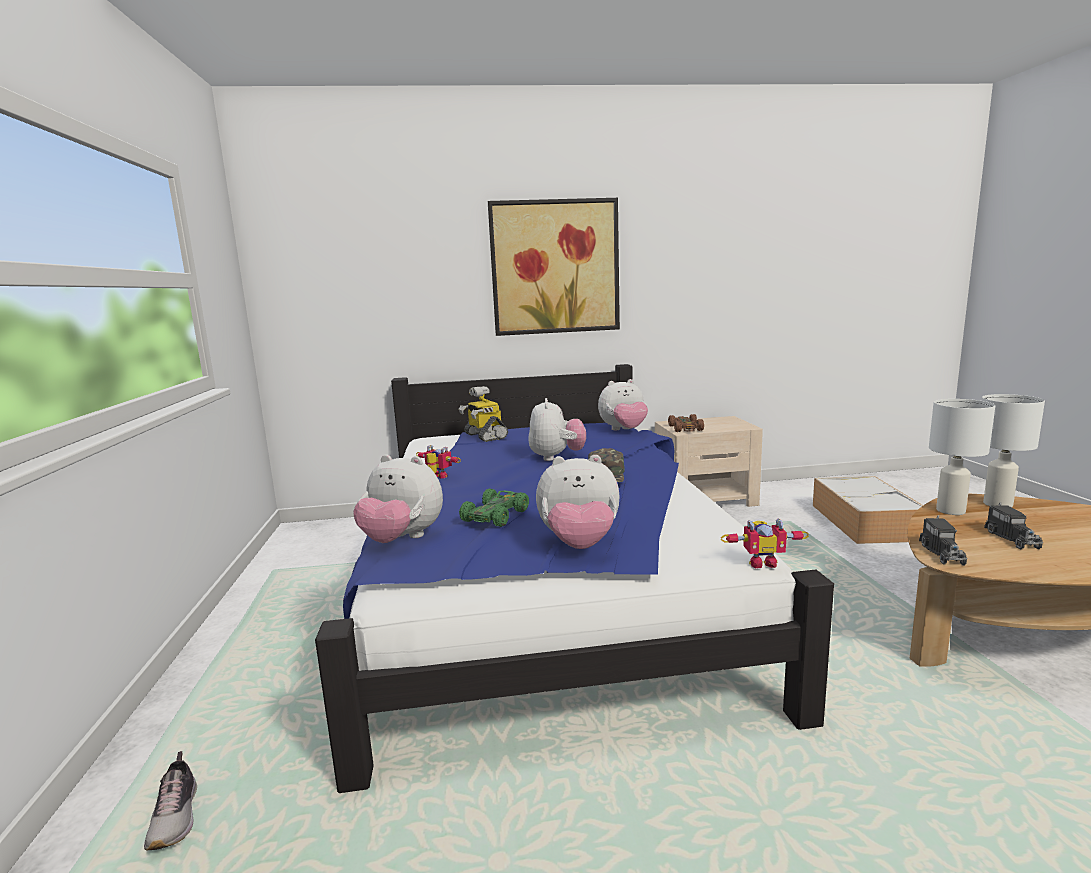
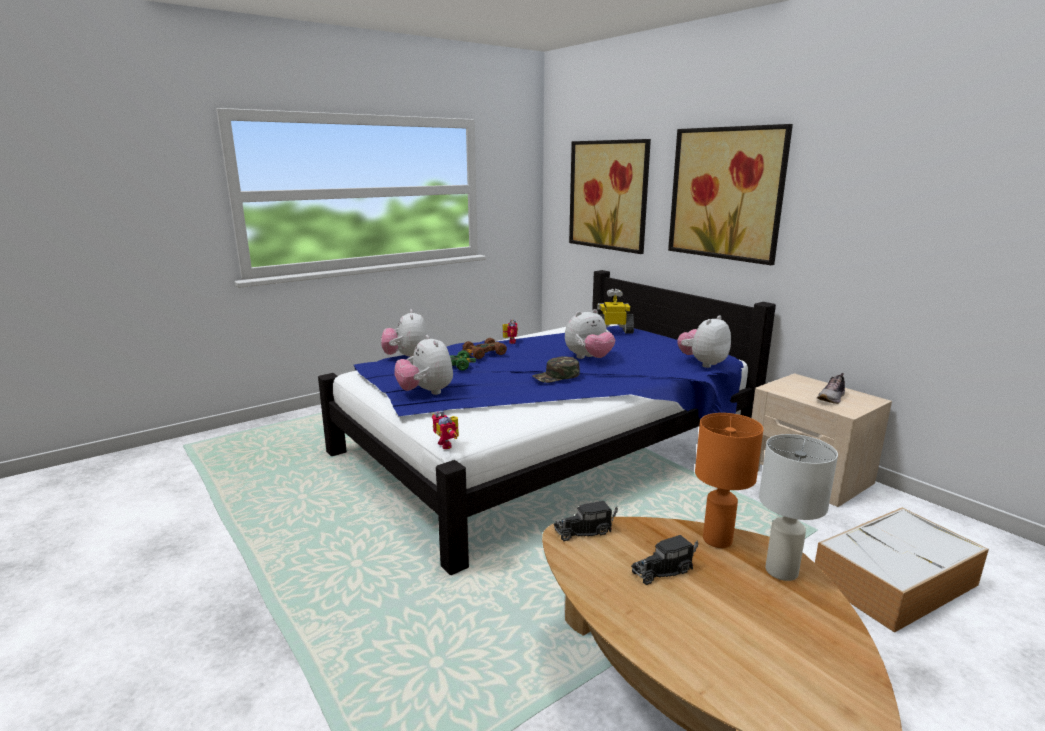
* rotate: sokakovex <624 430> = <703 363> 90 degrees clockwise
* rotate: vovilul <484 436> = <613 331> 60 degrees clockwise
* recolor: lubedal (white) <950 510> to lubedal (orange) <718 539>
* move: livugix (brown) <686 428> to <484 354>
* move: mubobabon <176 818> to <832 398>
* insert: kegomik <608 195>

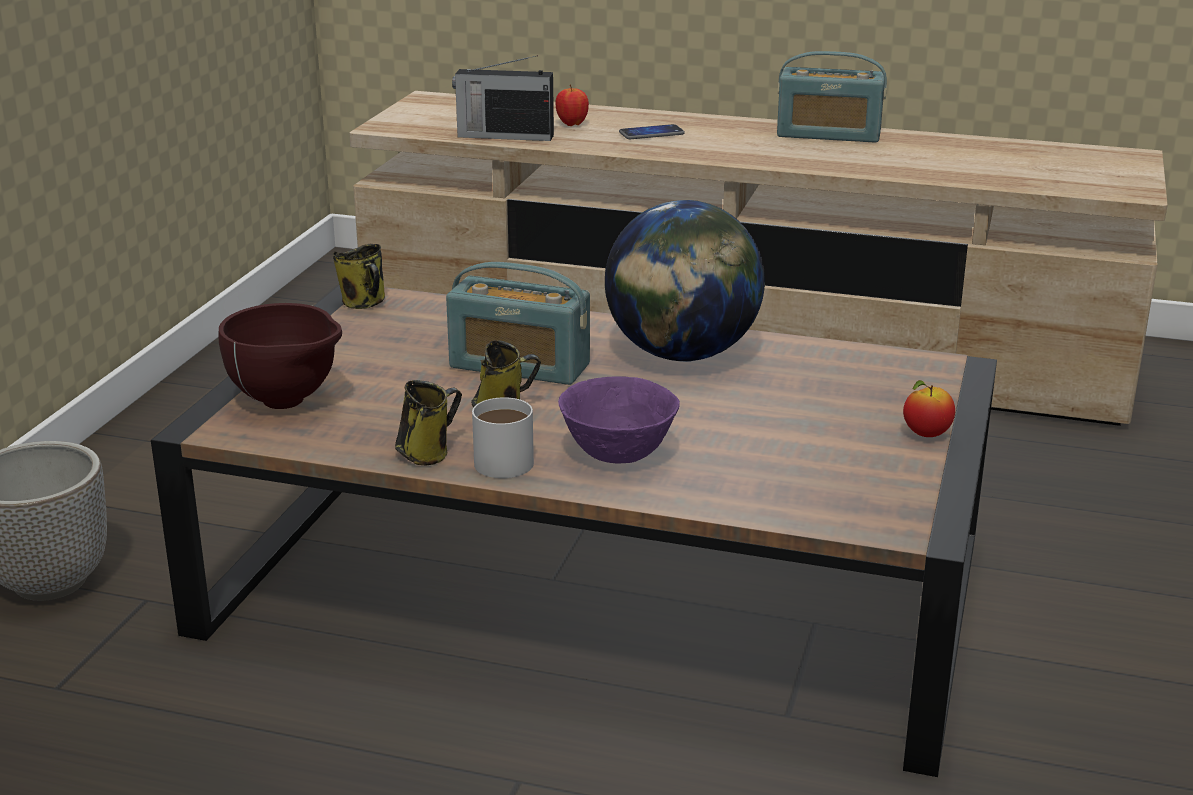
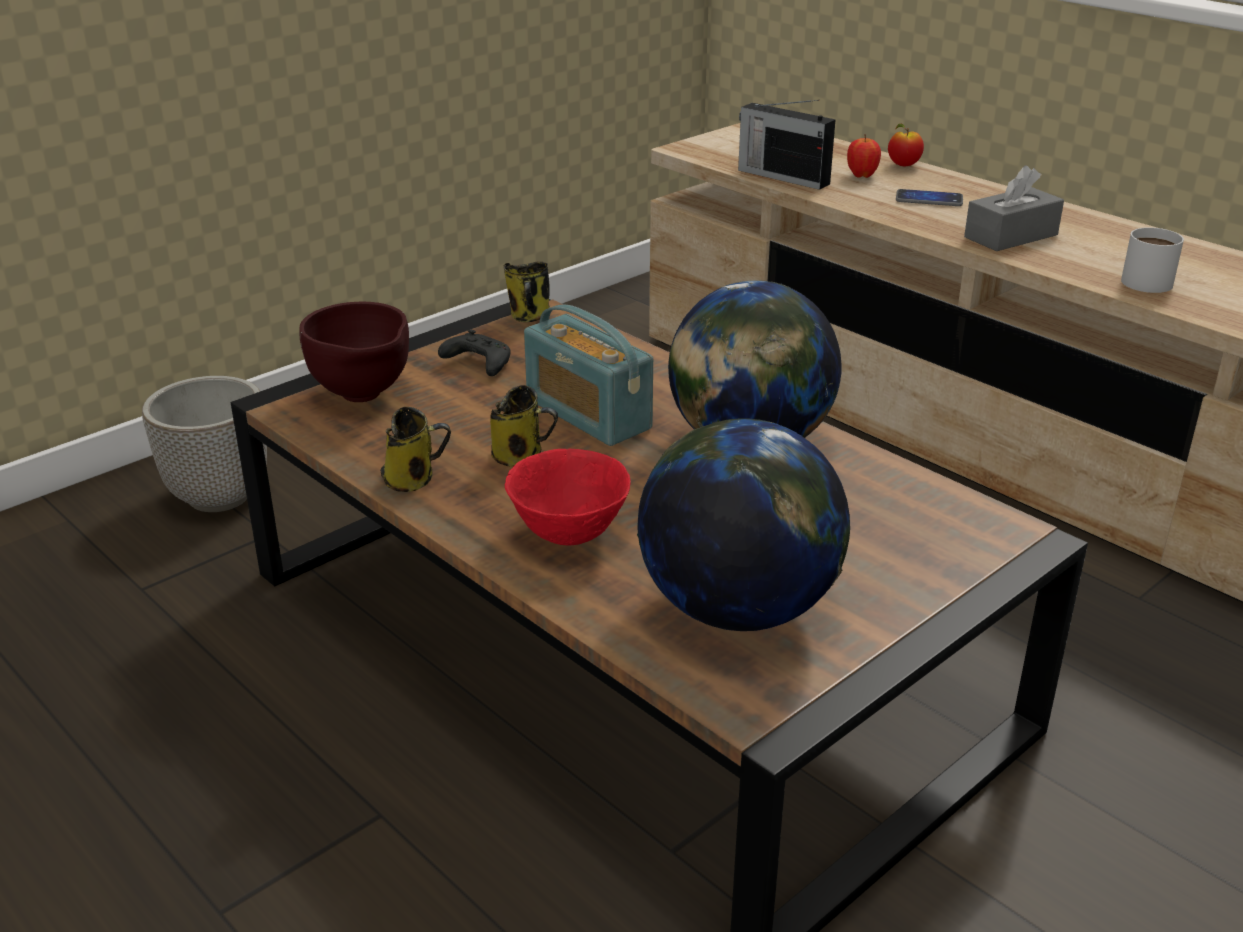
* delete: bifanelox <828 134>
* recolor: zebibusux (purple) <618 455> to zebibusux (red) <569 533>
* move: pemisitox <926 434> to <903 165>
* move: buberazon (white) <503 457> to <1148 279>
* insert: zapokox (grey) <1011 236>
* insert: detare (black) <477 364>
* insert: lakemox <738 610>

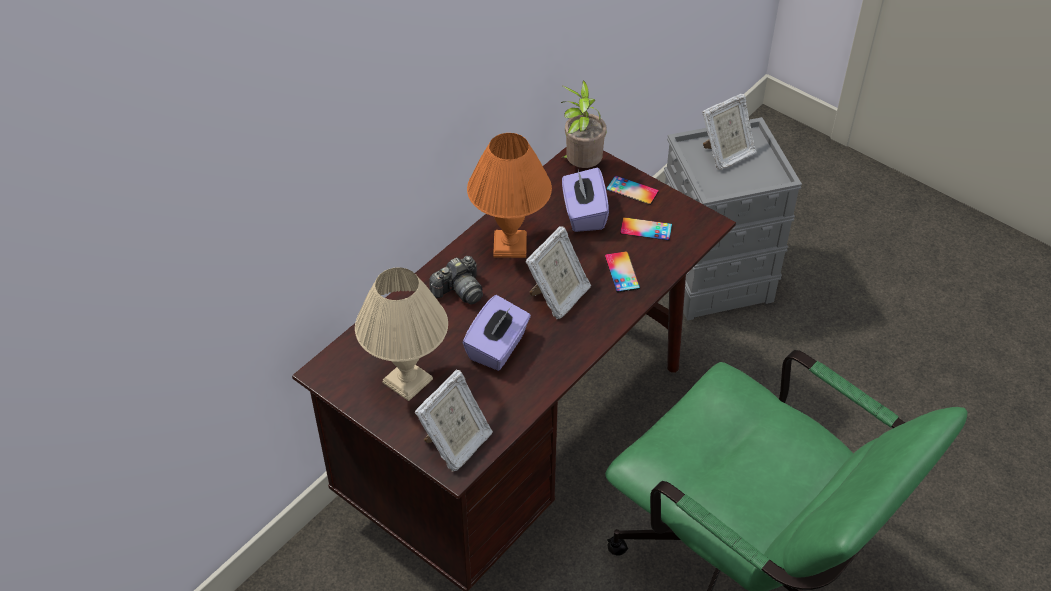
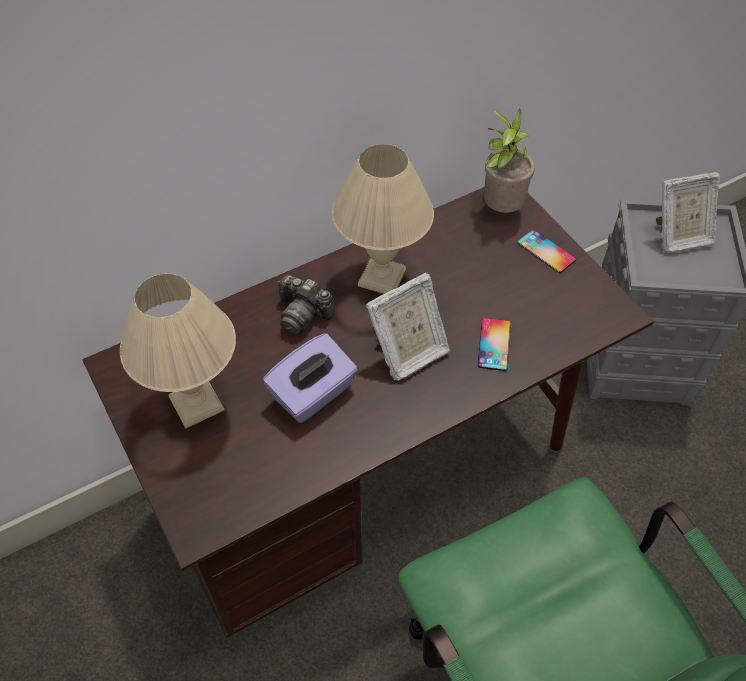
* recolor: lubedal (orange) <509 244> to lubedal (beige) <381 276>
* delete: zapokox (purple) <583 214>
* delete: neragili <646 229>
* rotate: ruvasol <459 291> = <303 314> 45 degrees clockwise
* delete: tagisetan <456 444>

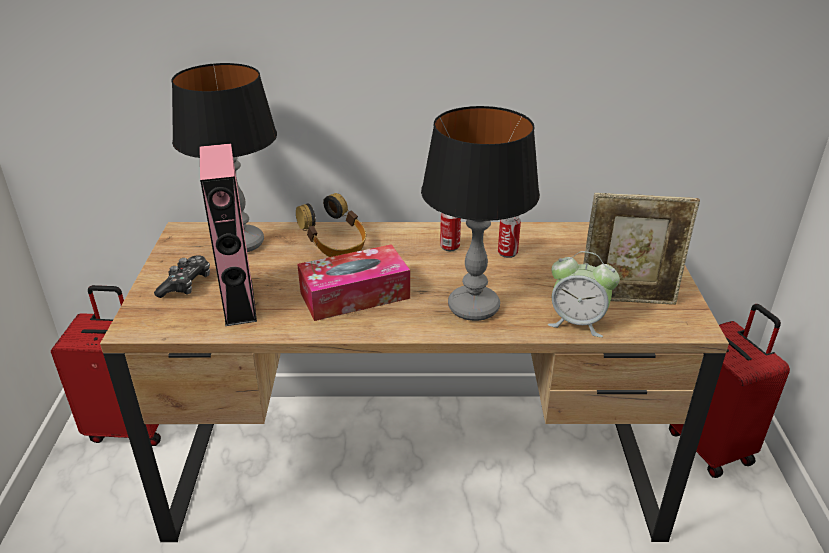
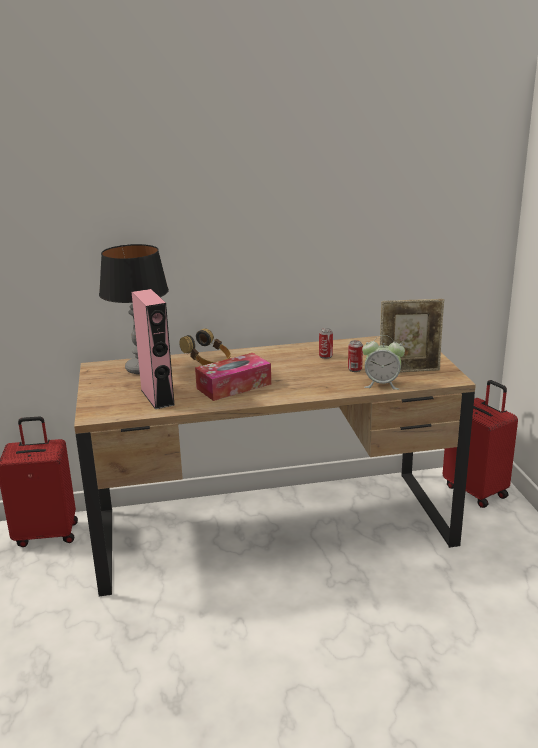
* delete: lubedal <474 308>
* move: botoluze <450 246> to <355 369>
* delete: detare <186 285>

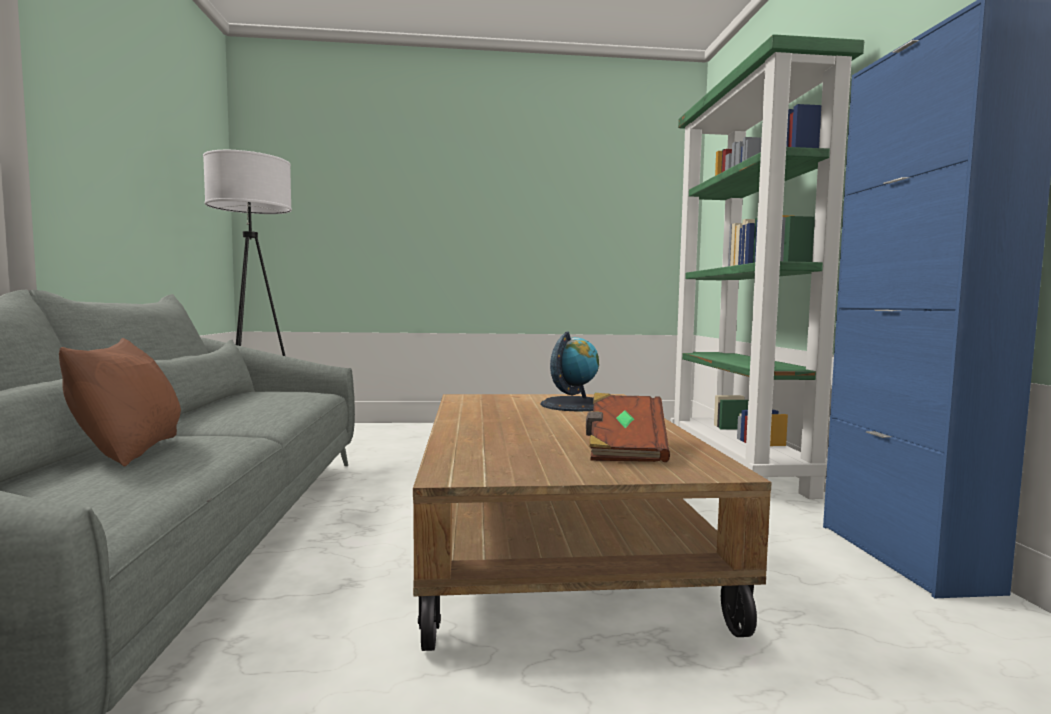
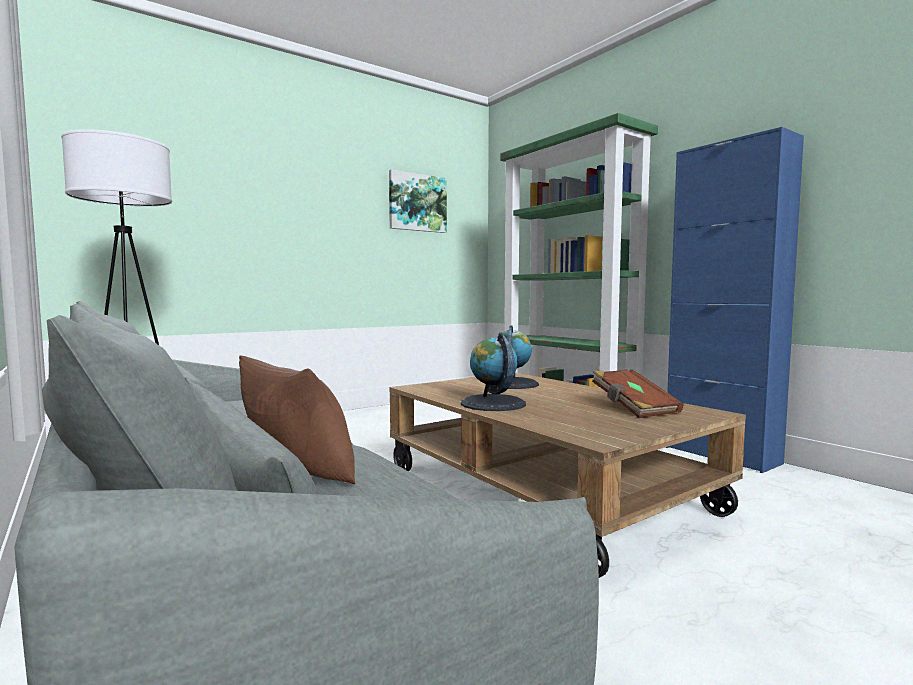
* insert: kegomik <417 203>
* insert: lakemox <493 403>

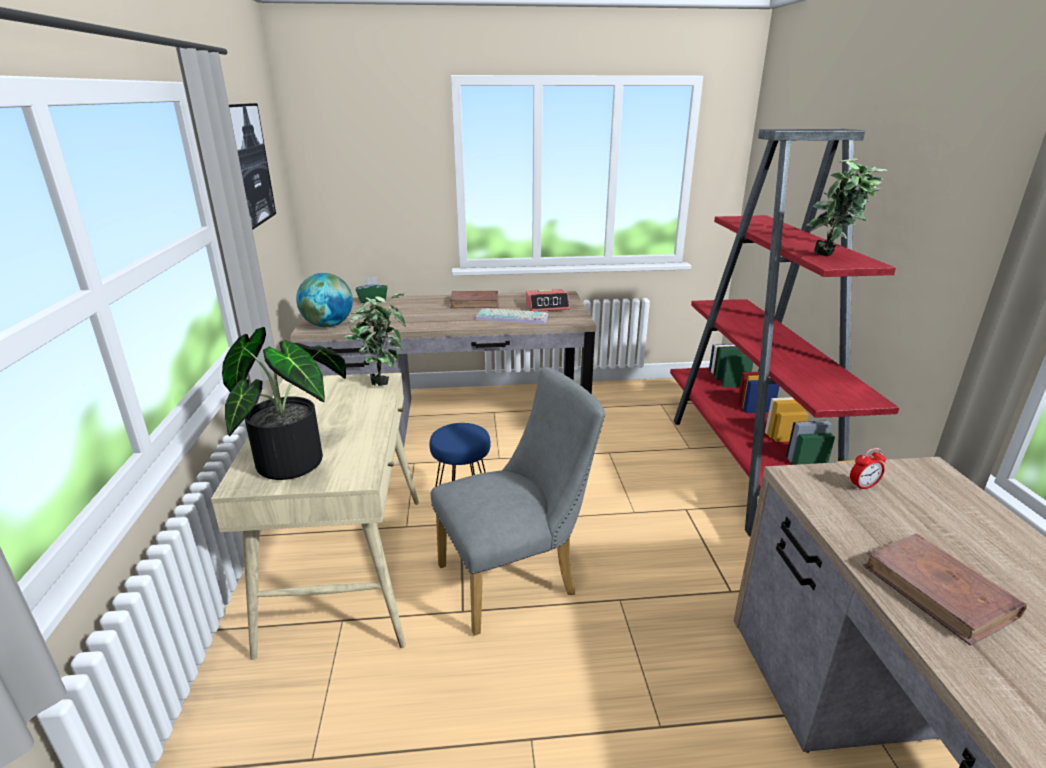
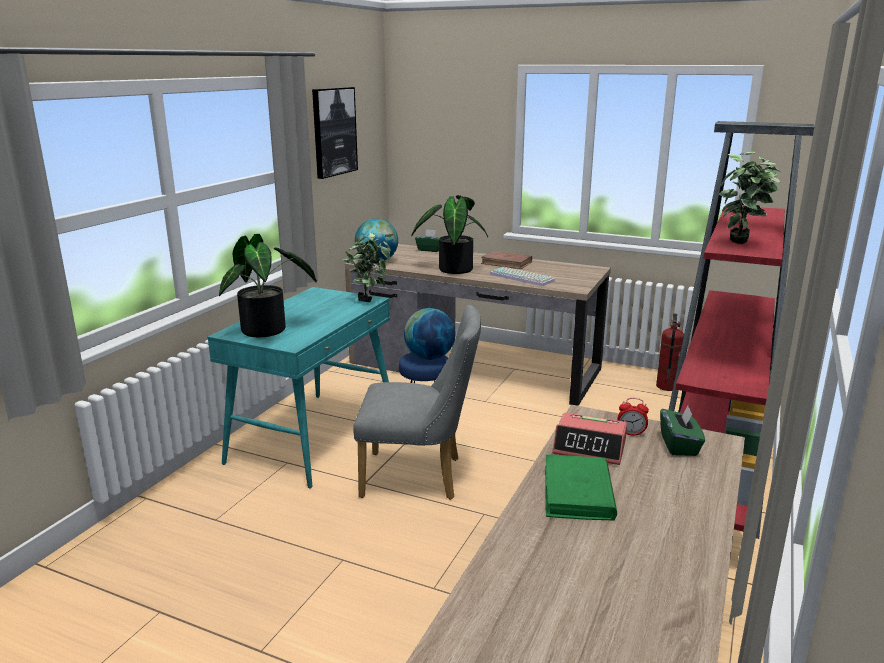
* move: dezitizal <547 306> to <590 447>
* recolor: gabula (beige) <347 568> to gabula (turquoise) <314 436>
* recolor: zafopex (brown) <939 591> to zafopex (green) <578 492>
* insert: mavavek <452 269>
* insert: lakemox <429 357>
* insert: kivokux <666 386>
* insert: zapokox (green) <679 445>

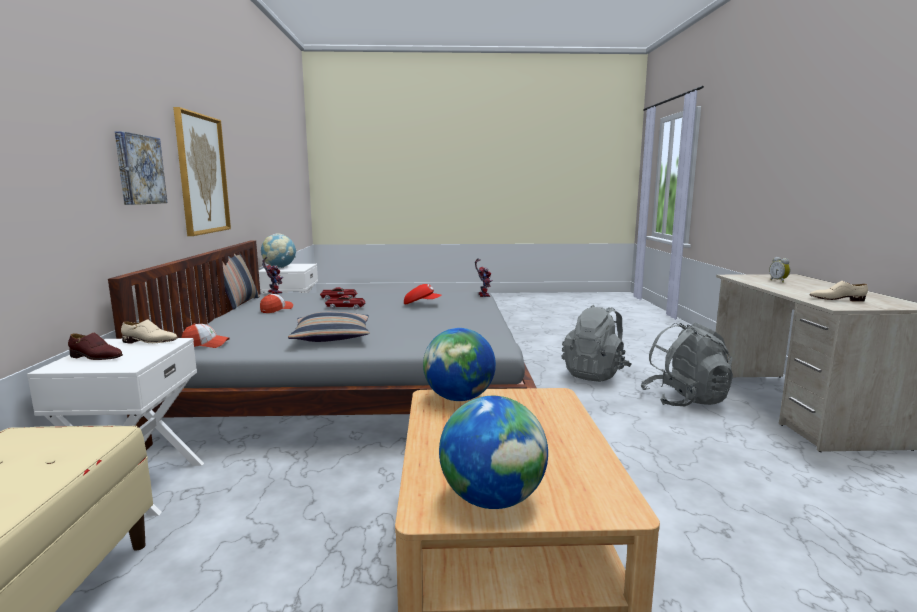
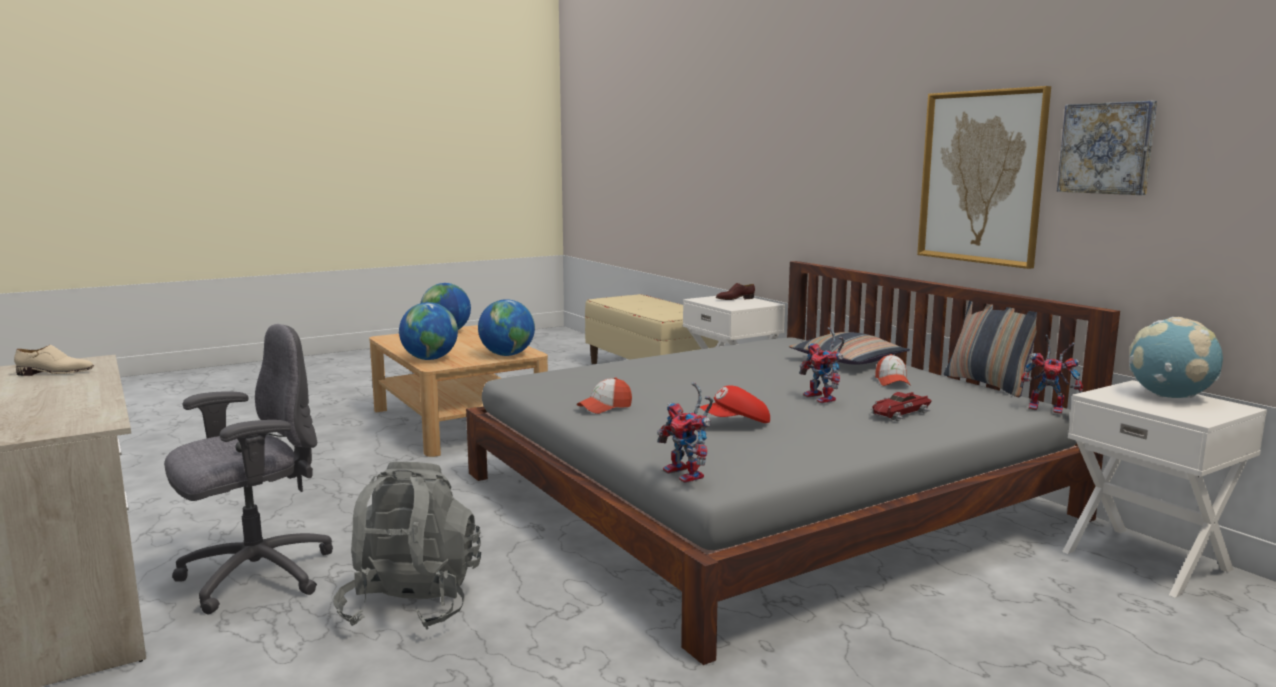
* move: kegomik <138 169> to <1107 148>
* delete: dezitizal <779 281>
* replace: livugix <346 307> to vovilul <823 399>
* move: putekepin <332 337> to <848 361>
* delete: mubobabon (beige) <150 342>
* replace: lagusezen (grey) <684 400> to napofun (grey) <254 576>
* move: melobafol <206 345> to <605 407>
* insert: lakemox <430 359>

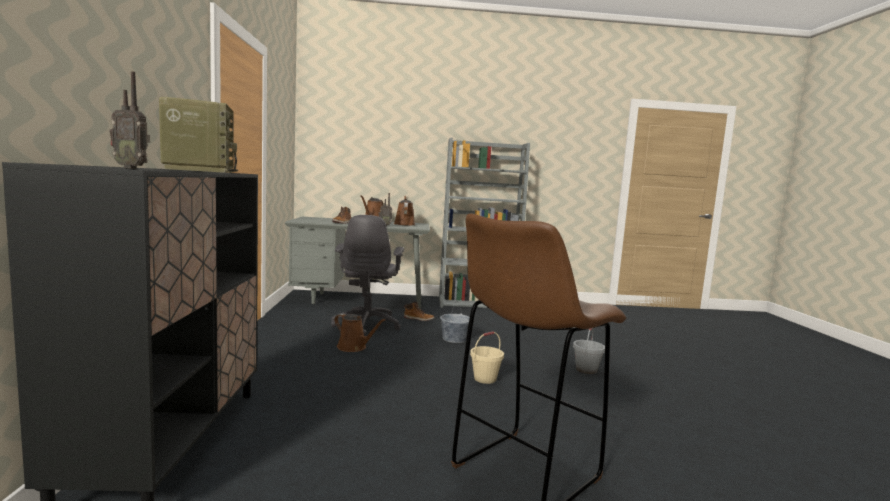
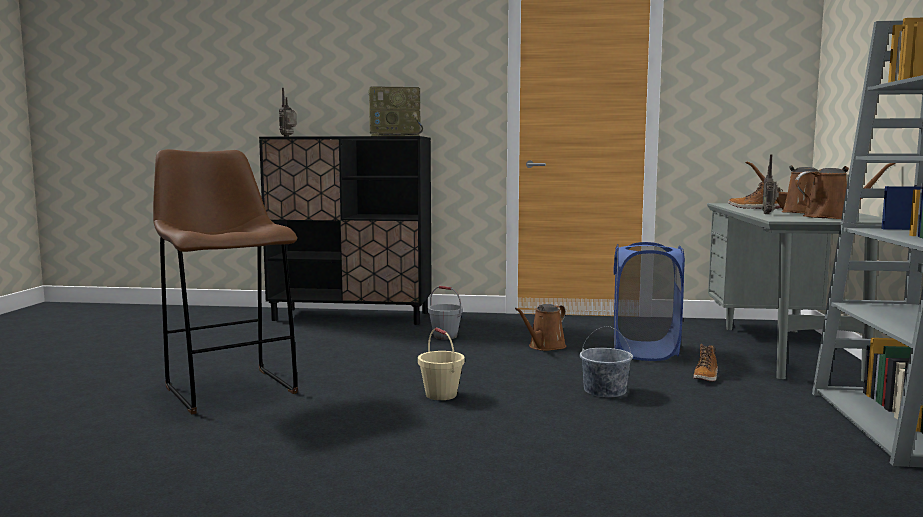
* replace: napofun (grey) <367 325> to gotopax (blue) <644 351>
* move: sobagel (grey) <586 369> to <445 336>

